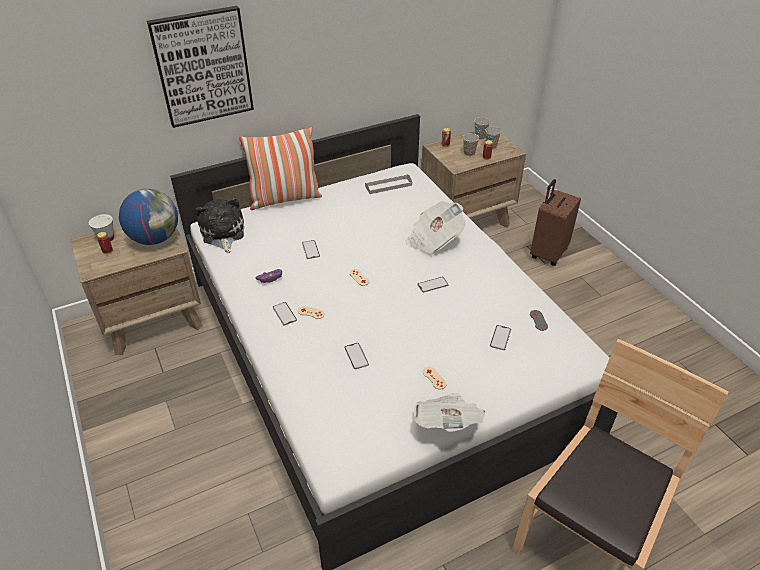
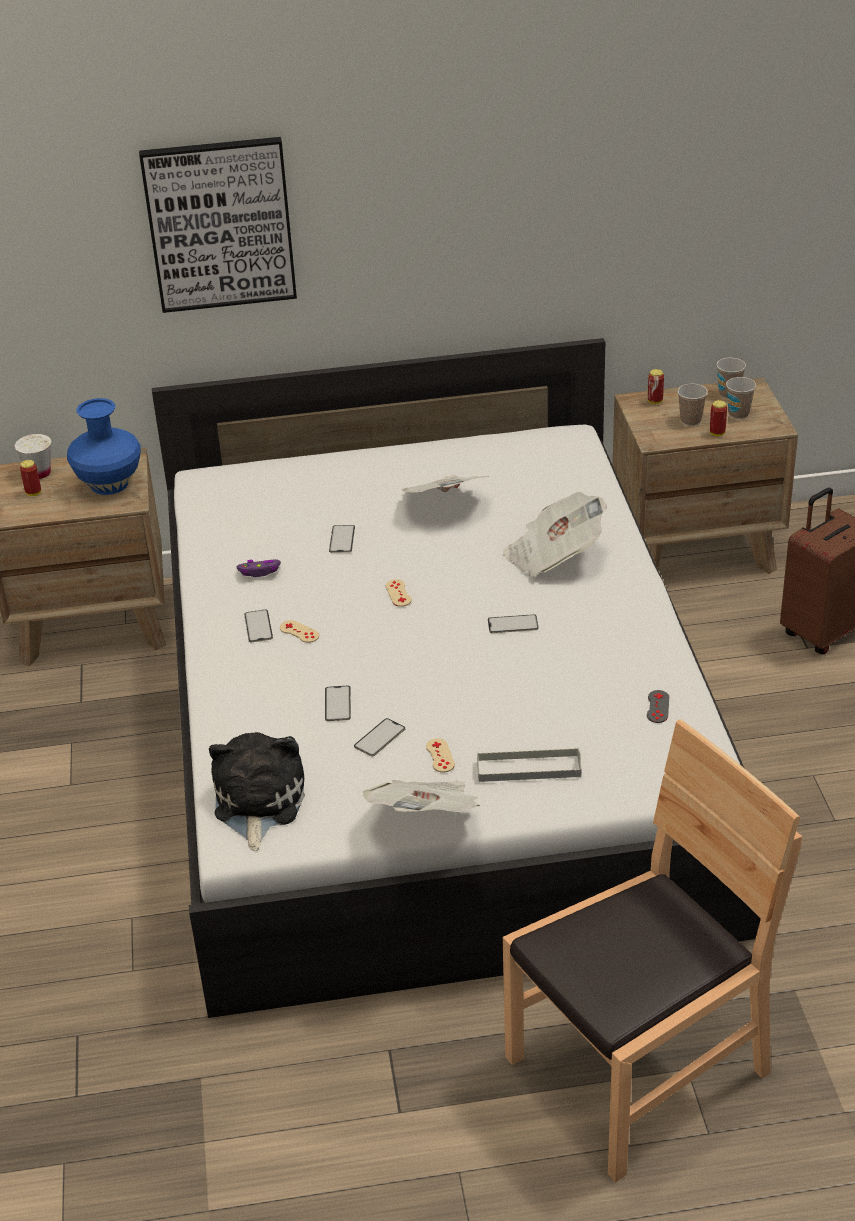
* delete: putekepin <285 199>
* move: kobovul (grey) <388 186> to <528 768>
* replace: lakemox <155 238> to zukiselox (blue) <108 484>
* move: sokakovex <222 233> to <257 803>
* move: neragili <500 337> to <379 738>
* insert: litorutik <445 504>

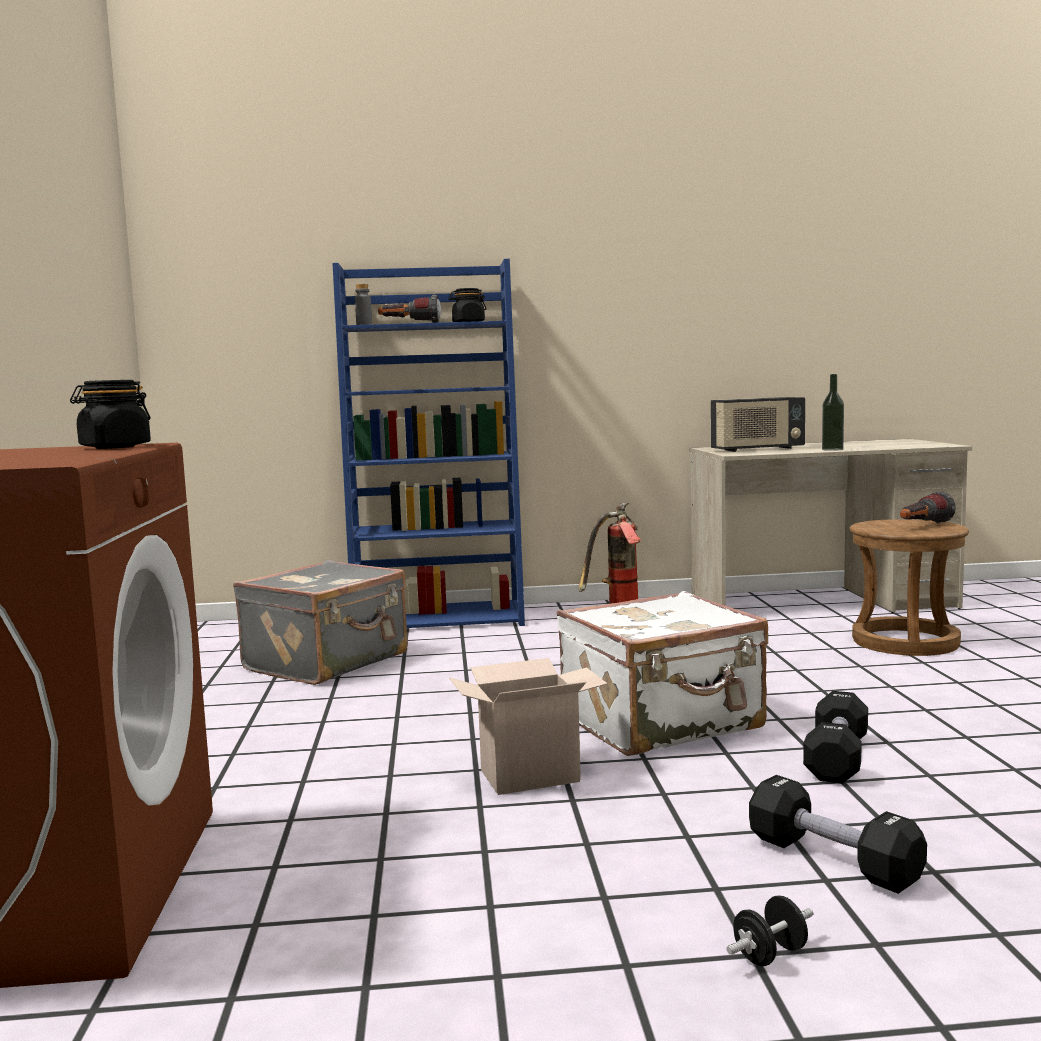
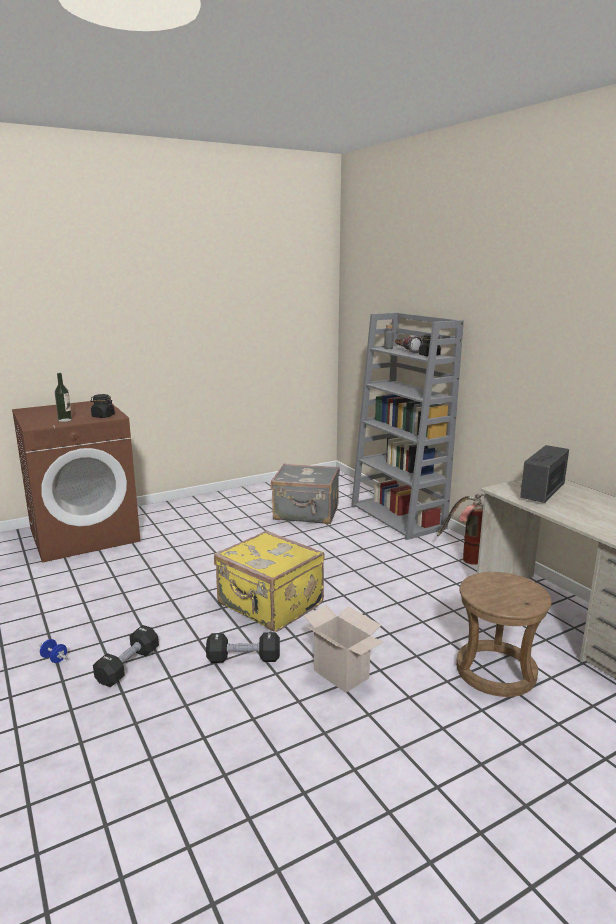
* recolor: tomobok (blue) <440 619> to tomobok (grey) <398 517>
* move: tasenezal <832 449> to <65 420>
* rotate: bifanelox <757 449> = <541 492> 75 degrees clockwise
* delete: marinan <922 526>
* recolor: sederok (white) <663 723> to sederok (yellow) <269 605>
* move: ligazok <532 775> to <343 674>
* recolor: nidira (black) <770 955> to nidira (blue) <54 659>

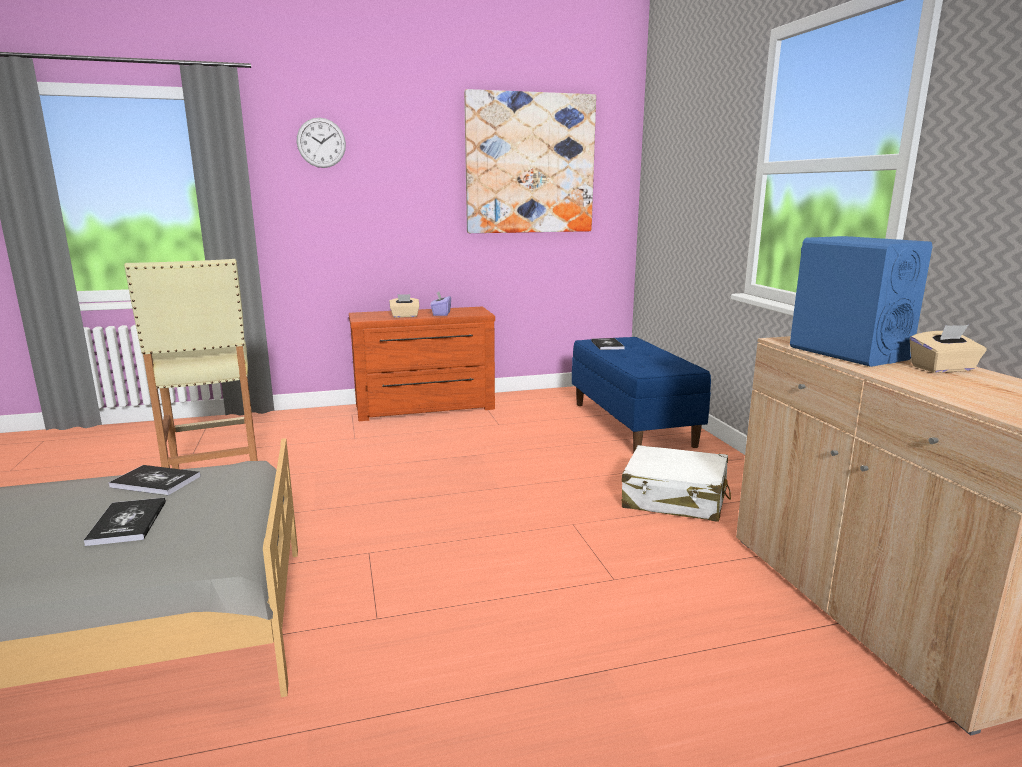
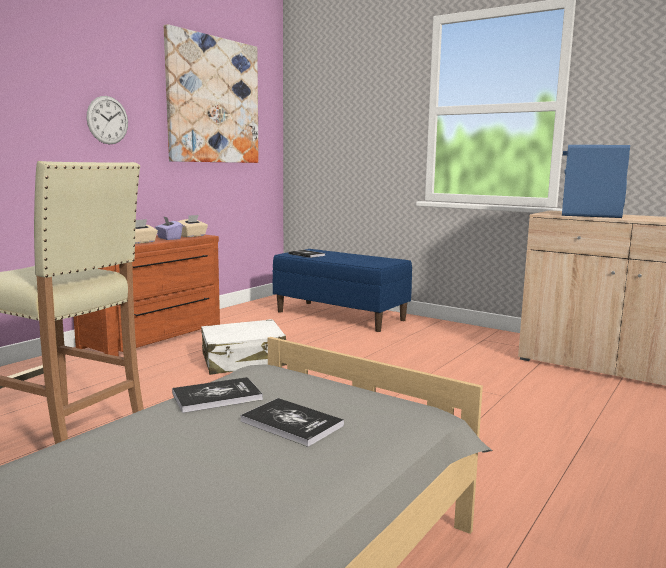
* move: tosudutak <321 143> to <107 120>
* move: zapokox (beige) <943 369> to <192 236>
* move: sederok (white) <675 499> to <244 360>

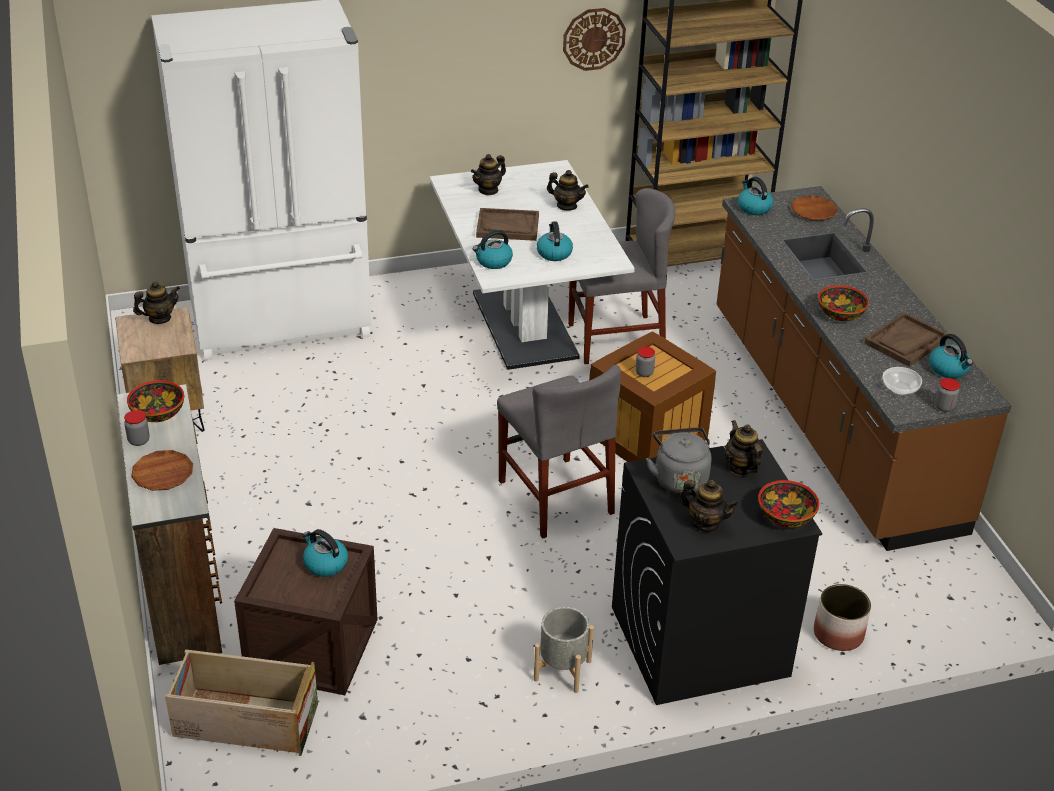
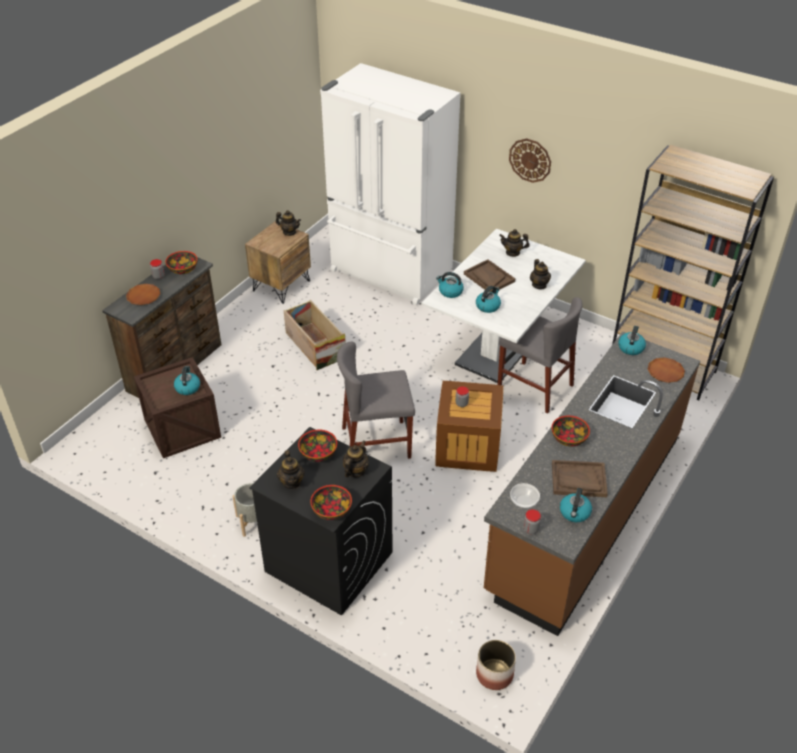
* move: tosudutak <593 39> to <530 160>
* rotate: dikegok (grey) <555 497> = <376 442> 60 degrees clockwise
* replace: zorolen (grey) <679 478> to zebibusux <318 453>
* move: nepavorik <838 634> to <494 674>
* move: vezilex <244 721> to <314 345>

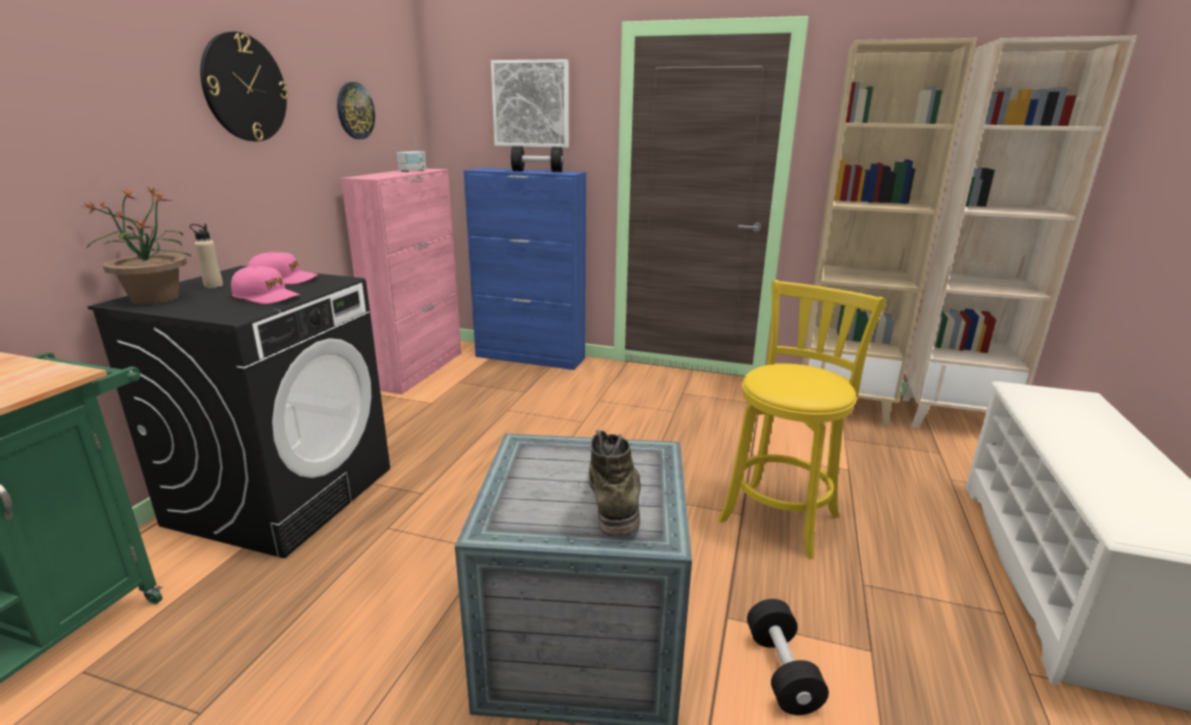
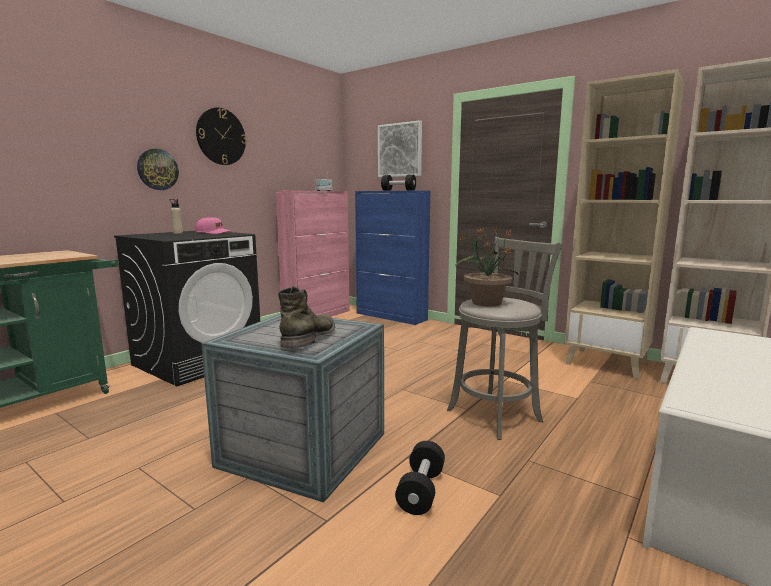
* move: tosudutak <355 111> to <157 169>
* move: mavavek <155 298> to <486 303>
* delete: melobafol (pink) <266 297>
* recolor: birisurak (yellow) <781 515> to birisurak (grey) <497 414>

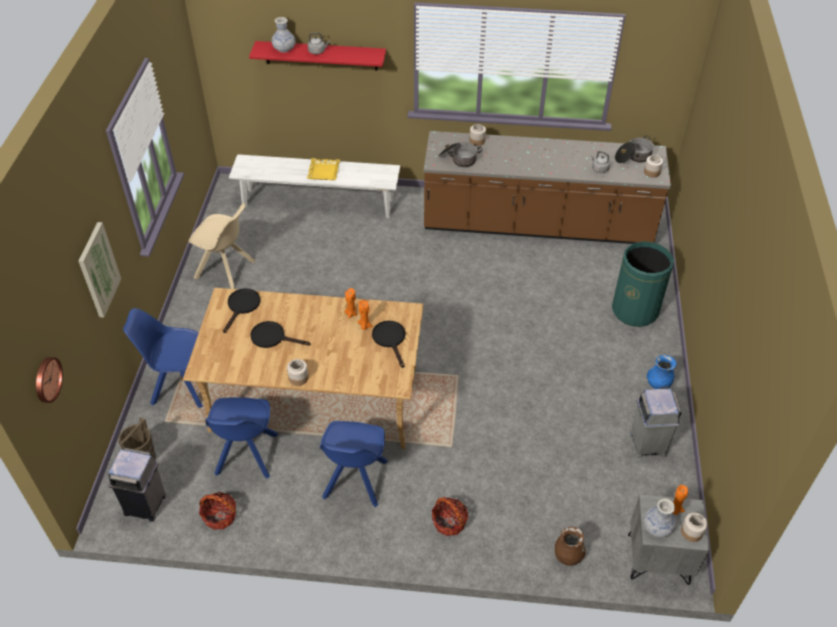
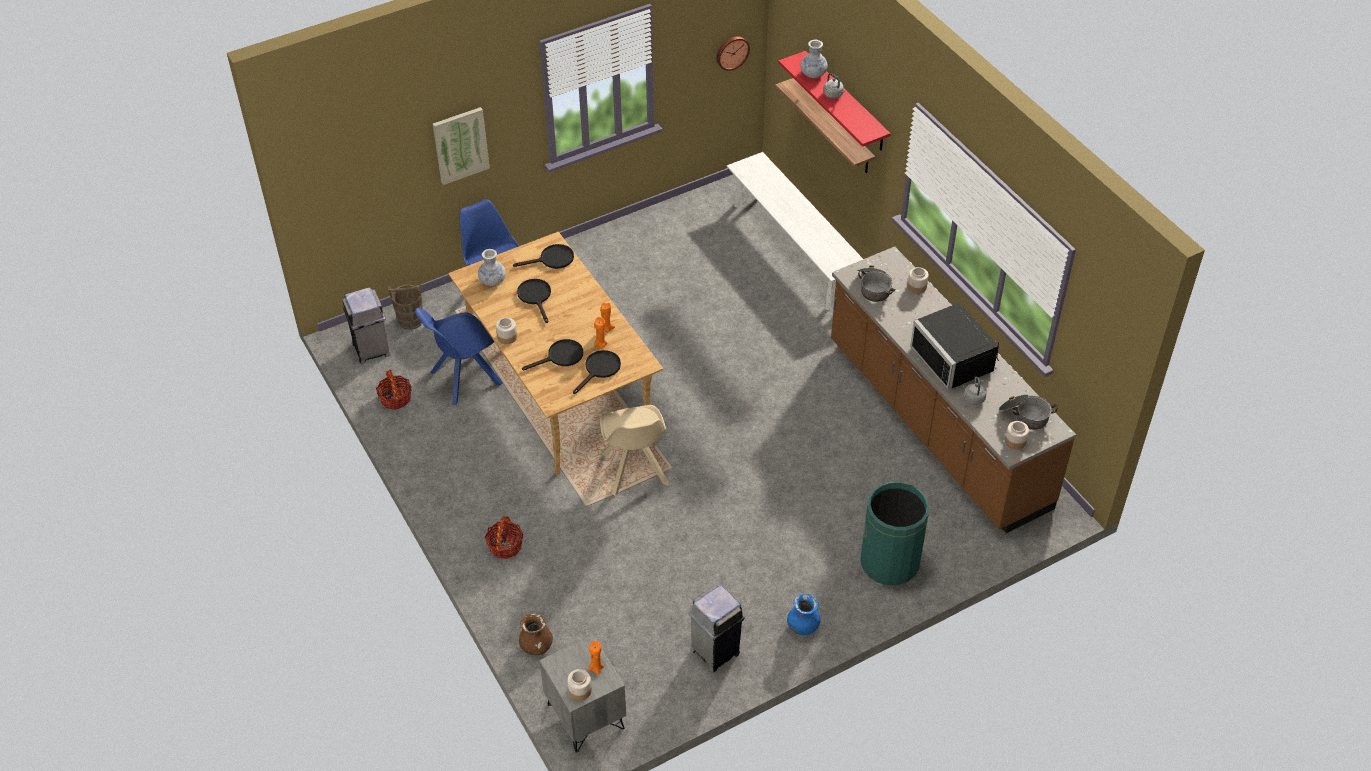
* delete: kobovul (yellow) <324 172>
* move: dikegok (beige) <226 270> to <635 470>
* move: tosudutak <46 379> to <732 52>
* delete: dikegok (blue) <354 481>
* move: zukiselox <657 527> to <492 281>
* insert: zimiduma <833 126>
* insert: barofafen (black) <956 358>
* insert: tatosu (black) <560 357>

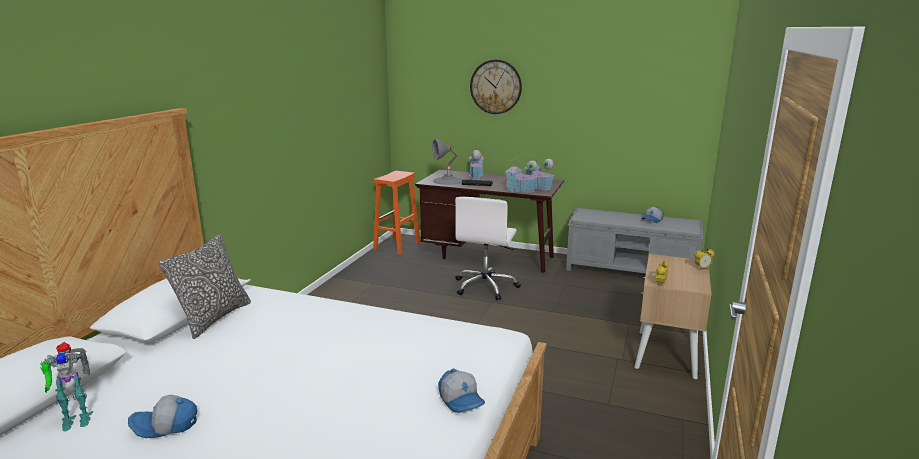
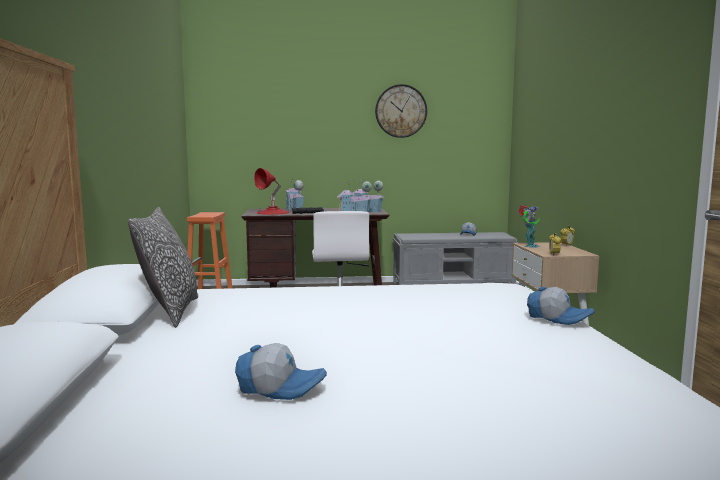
* move: tosudutak <496 87> to <401 111>
* recolor: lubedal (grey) <448 180> to lubedal (red) <273 212>
* move: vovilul <75 419> to <529 246>
* rotate: melobafol <165 426> = <280 387> 135 degrees counterclockwise

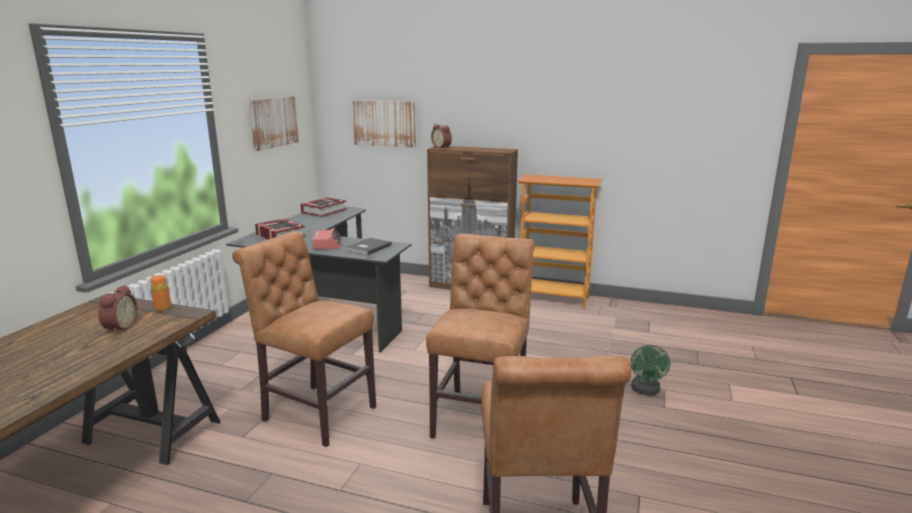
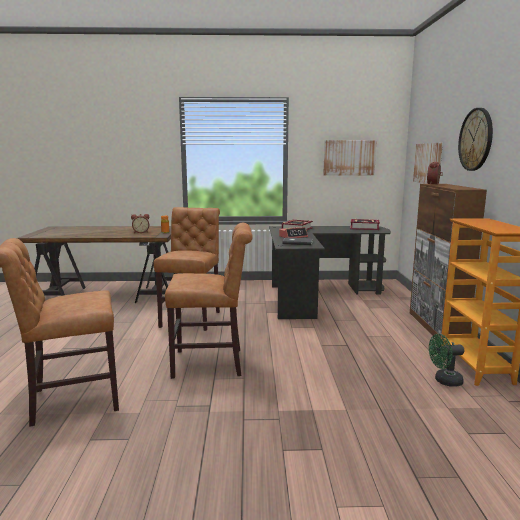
* move: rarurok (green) <646 391> to <444 381>
* insert: tosudutak <476 139>

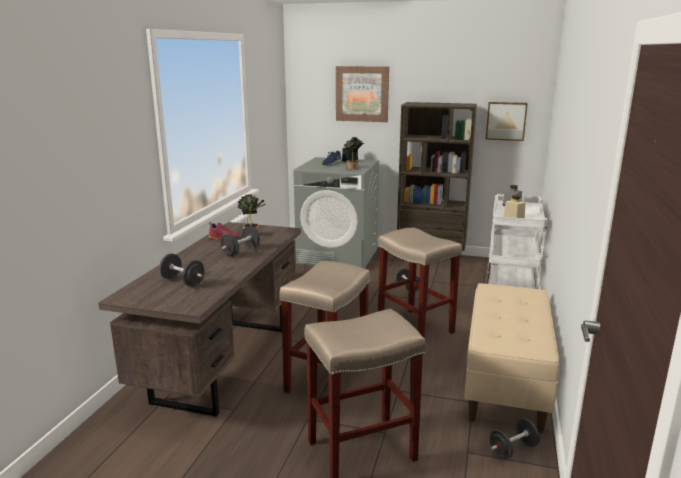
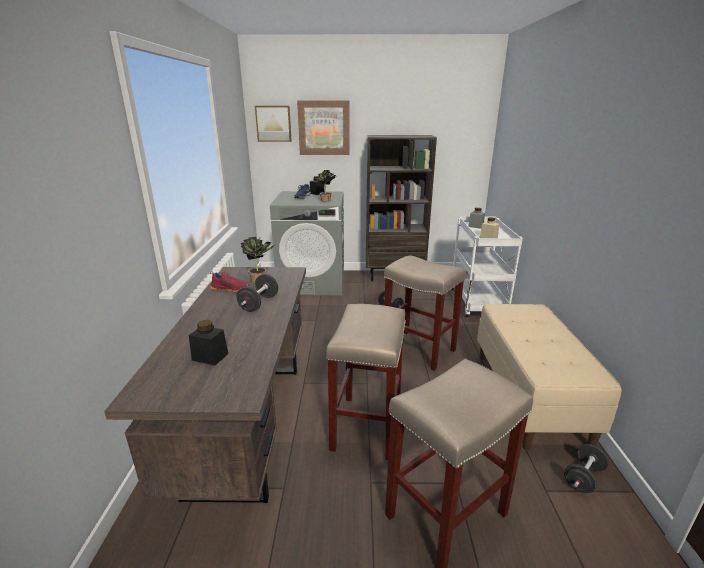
* move: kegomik <506 121> to <273 123>
* replace: nidira (black) <183 281> to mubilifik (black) <210 357>

